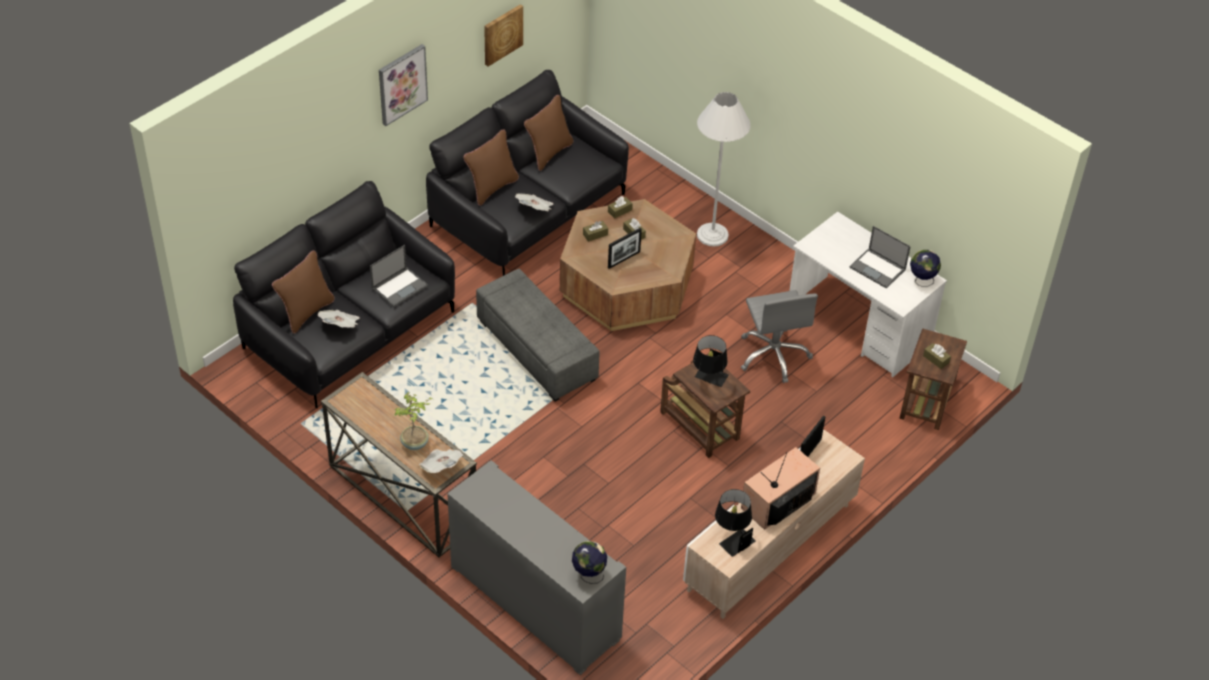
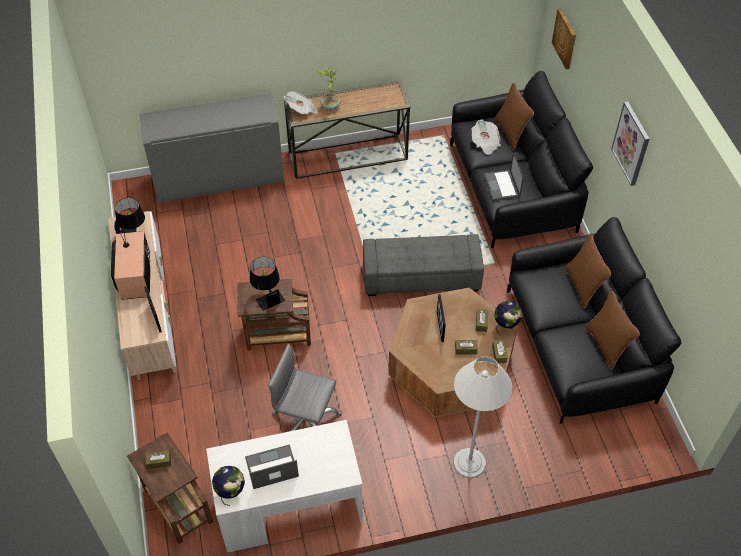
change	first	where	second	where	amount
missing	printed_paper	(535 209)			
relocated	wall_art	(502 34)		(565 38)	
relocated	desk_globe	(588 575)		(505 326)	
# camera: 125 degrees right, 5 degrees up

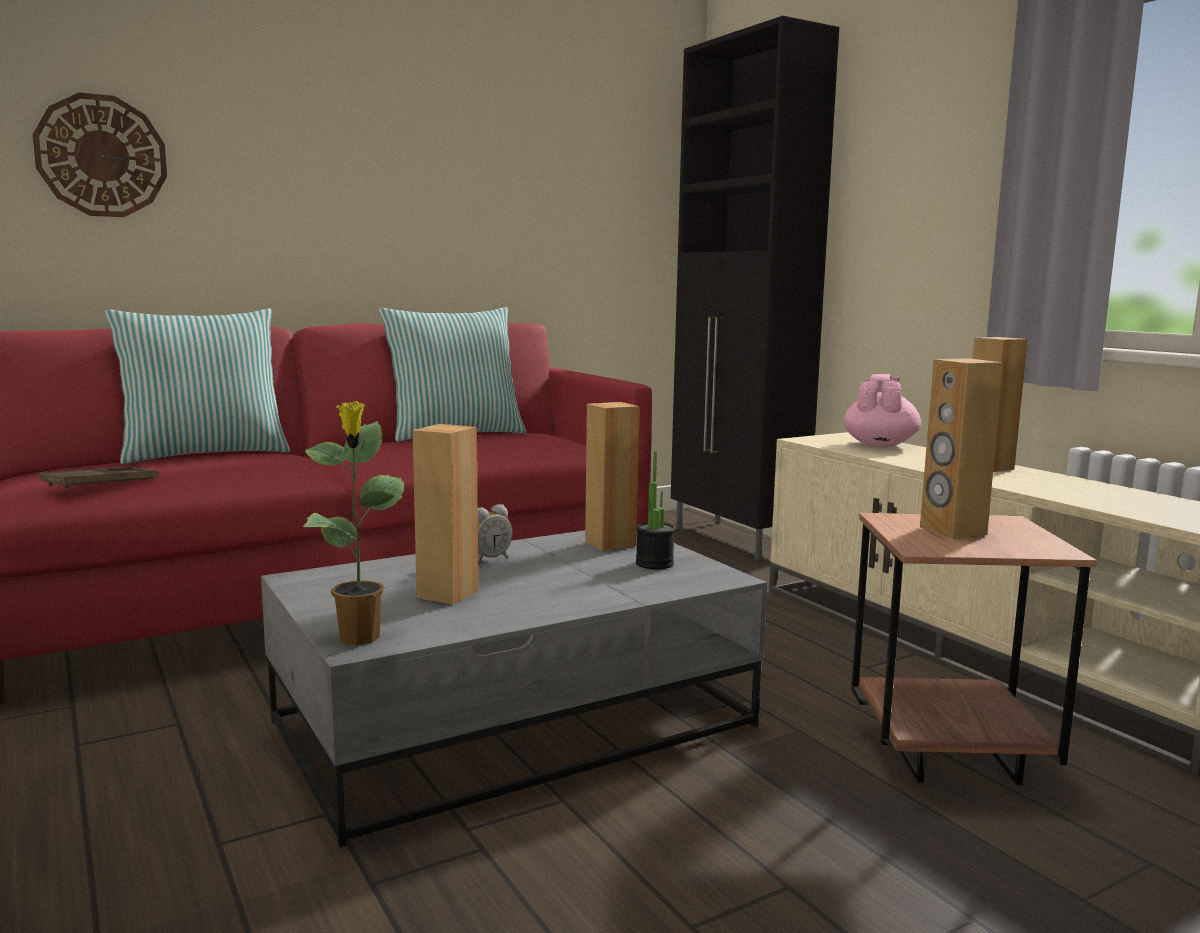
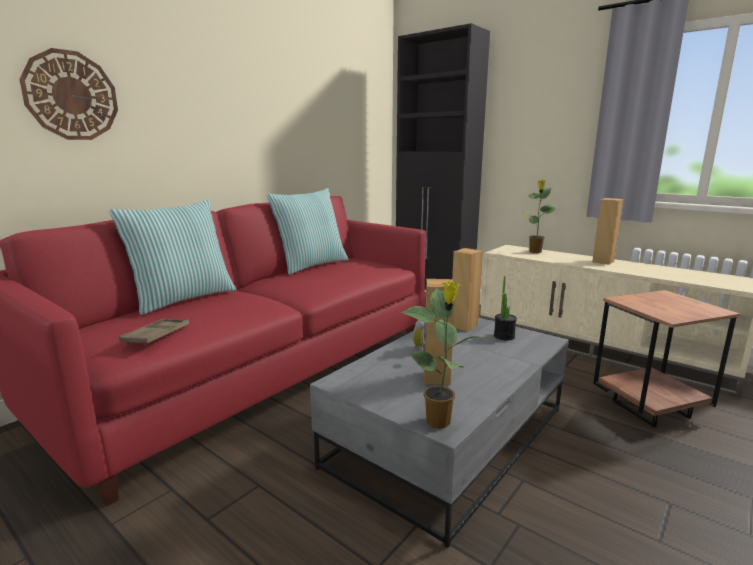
change	first	where	second	where	amount
missing	brown-coloured_speaker	(952 531)			
exchanged	pinkish_tea_pot	(880 445)	houseplant	(535 252)	
# camera: 20 degrees left, 5 degrees up

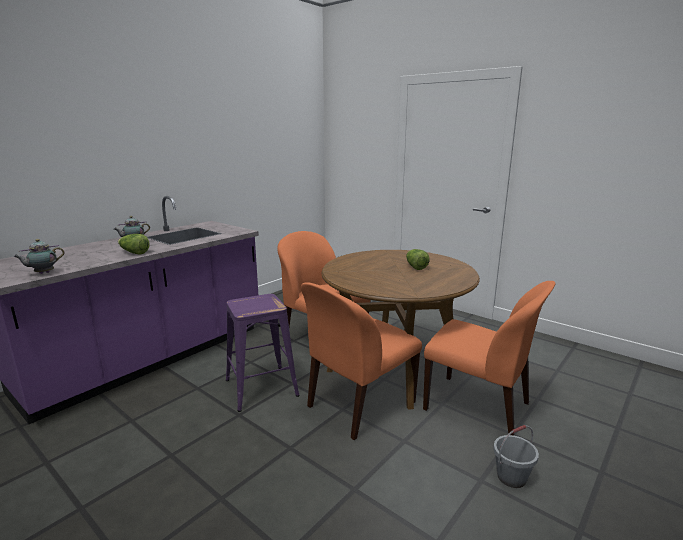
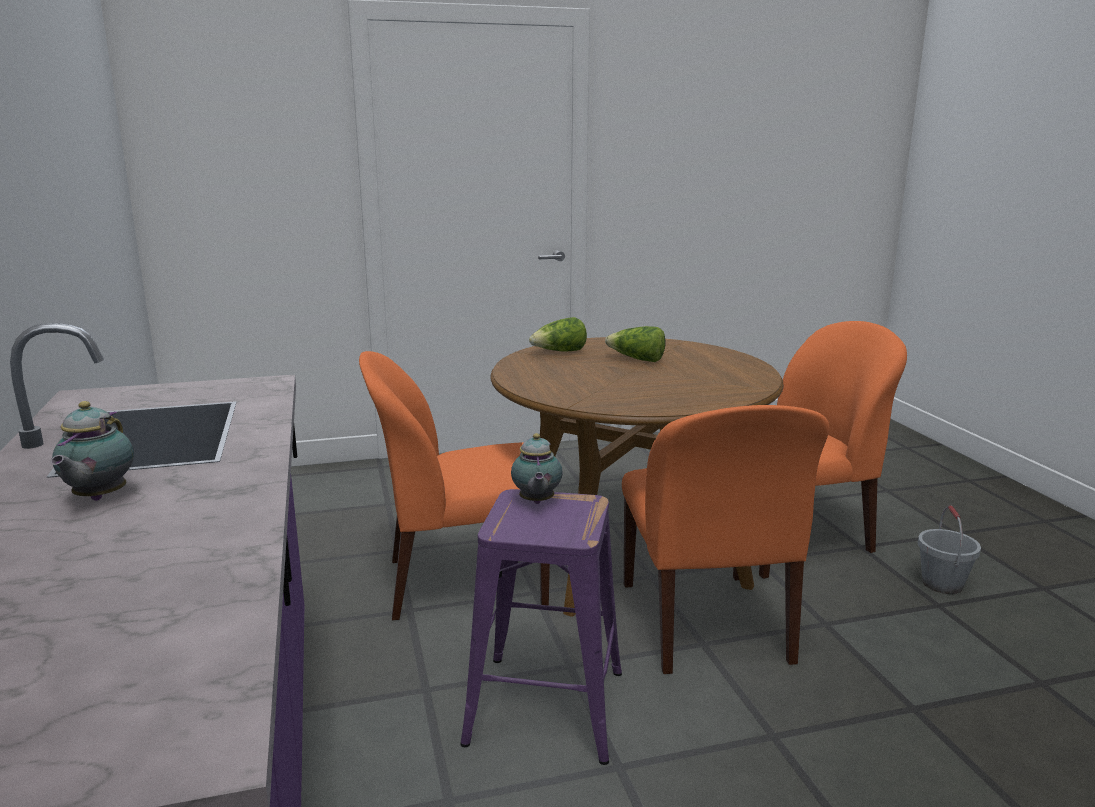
change	first	where	second	where	amount
relocated	tea_pot	(43 273)		(536 502)	
relocated	lettuce	(134 253)		(559 352)	
# camera: 55 degrees left, 0 degrees up

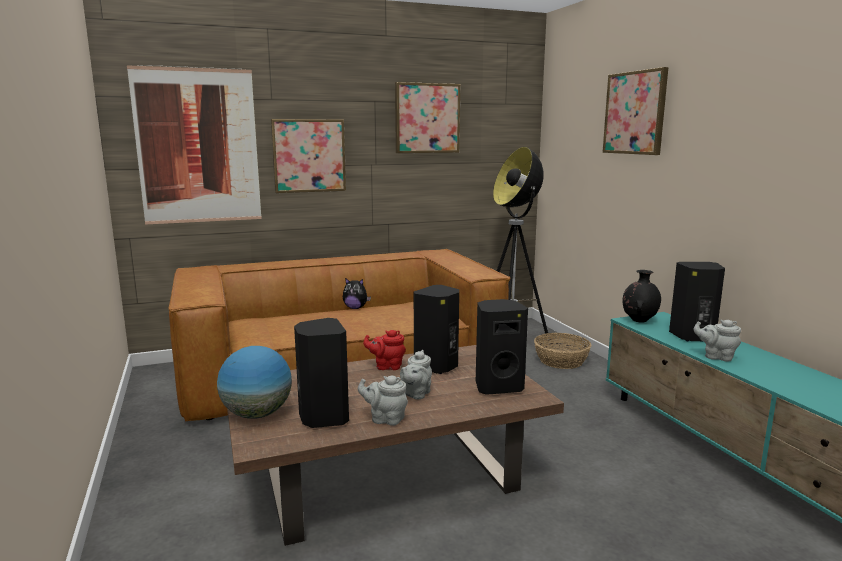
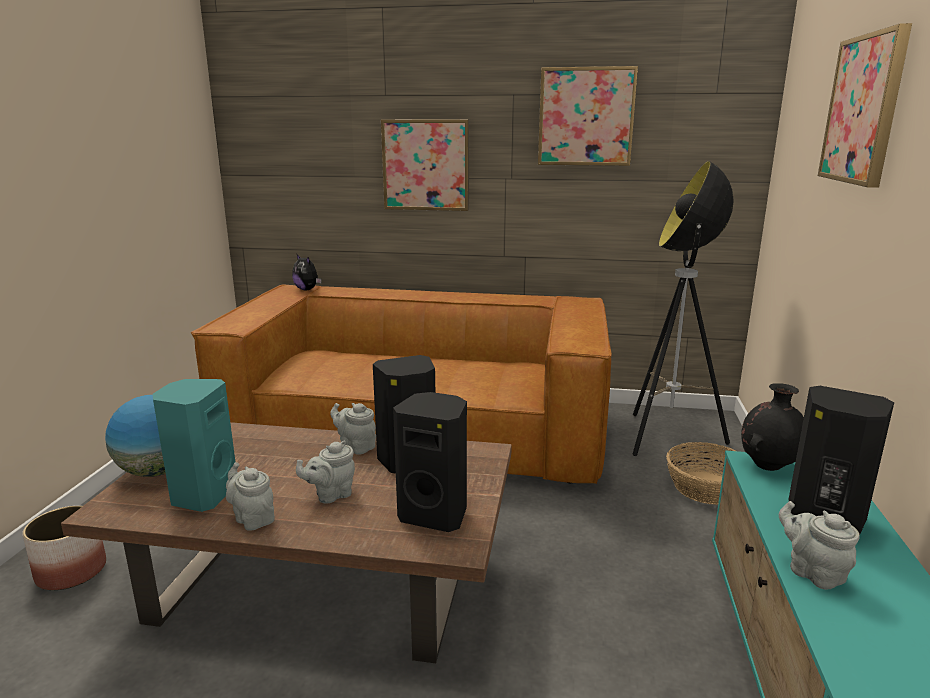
change	first	where	second	where	amount
missing	wall_art	(198 146)			
appeared			planter	(71 571)	
relocated	soft_toy	(355 308)		(307 289)	
colour	black-coloured_speaker	(323 417)	turquoise_speaker	(202 495)	
colour	reddish_tea_pot	(386 366)	grey_tea_pot	(355 447)	
# camera: 30 degrees right, 5 degrees up

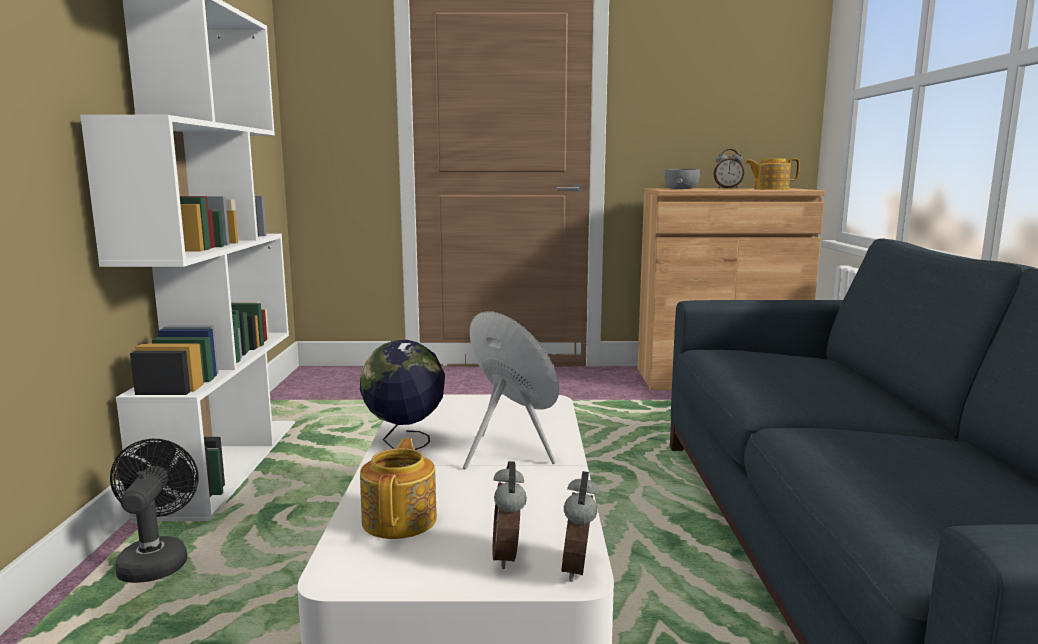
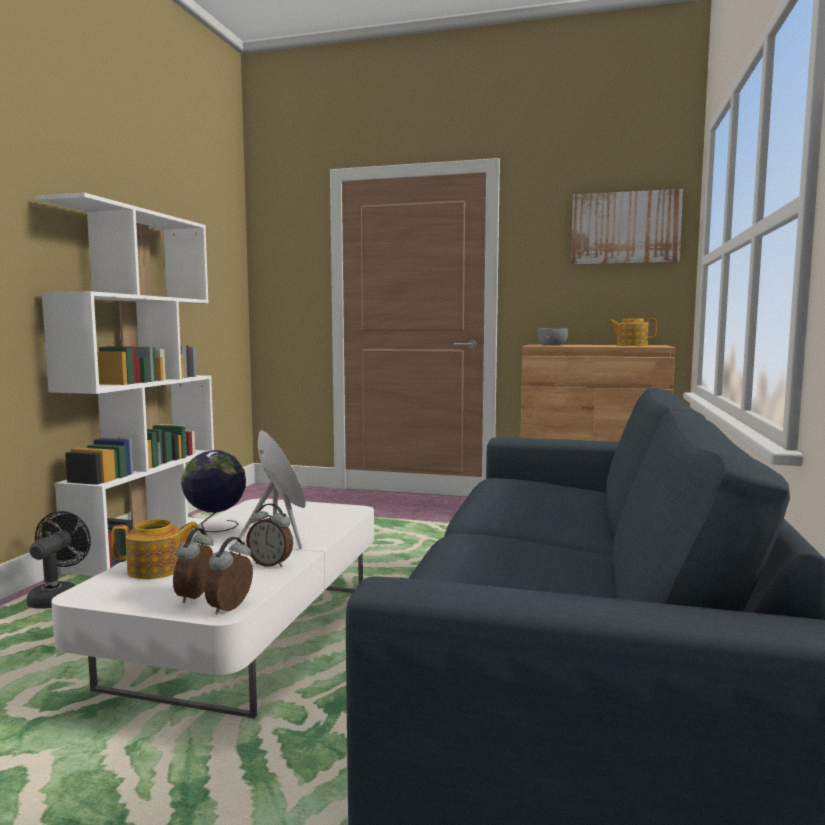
change	first	where	second	where	amount
appeared			wall_art	(625 228)	
relocated	alarm_clock	(727 188)		(271 564)	
spun	tea_pot	(401 519)		(156 570)	60 degrees clockwise
# camera: 15 degrees right, 5 degrees down

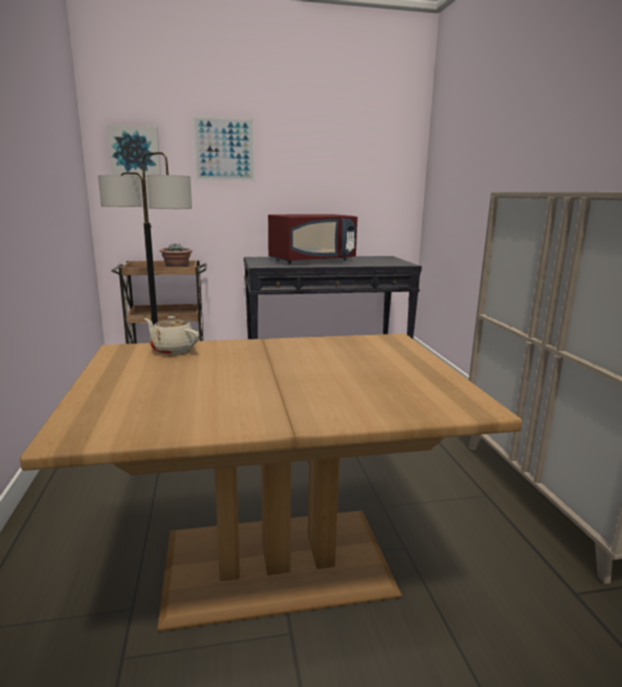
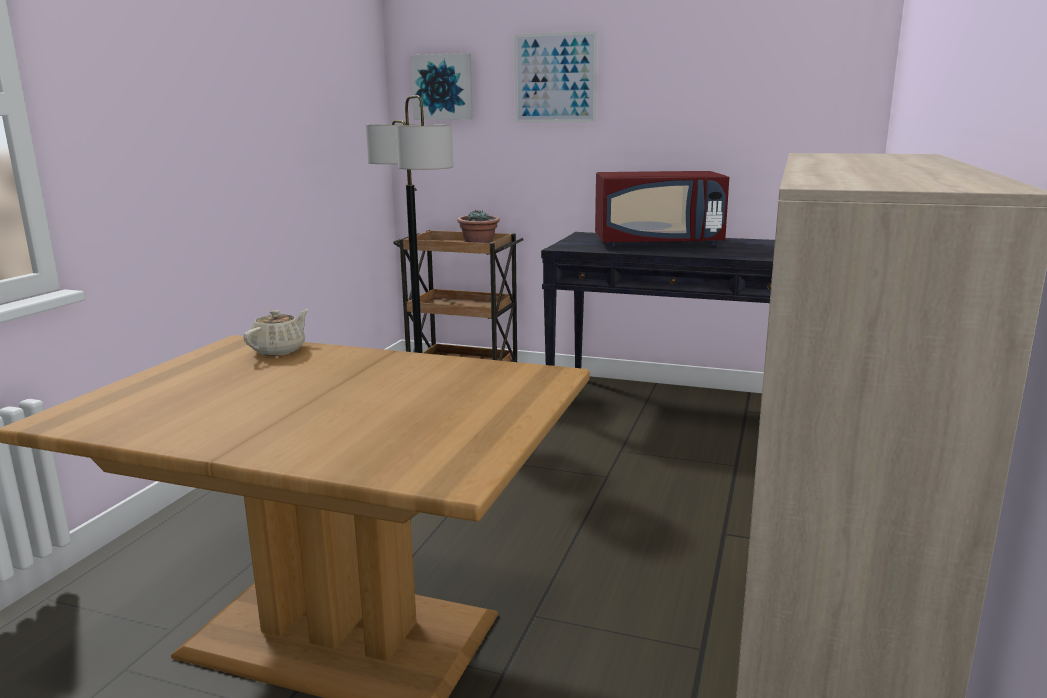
change	first	where	second	where	amount
spun	sand-coloured_tea_pot	(172 350)		(280 350)	60 degrees clockwise
# camera: 30 degrees right, 0 degrees up

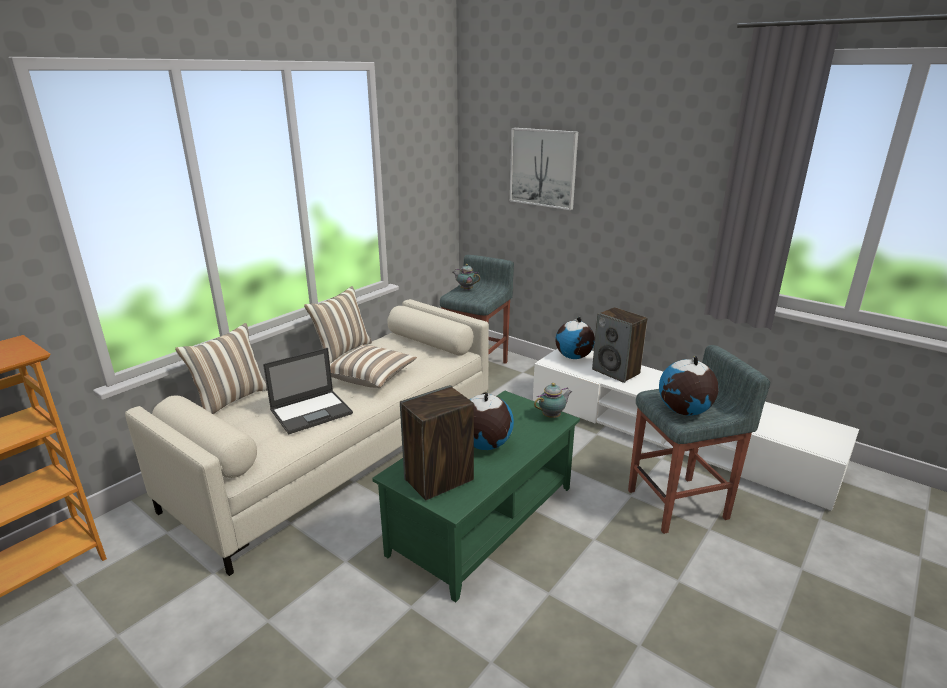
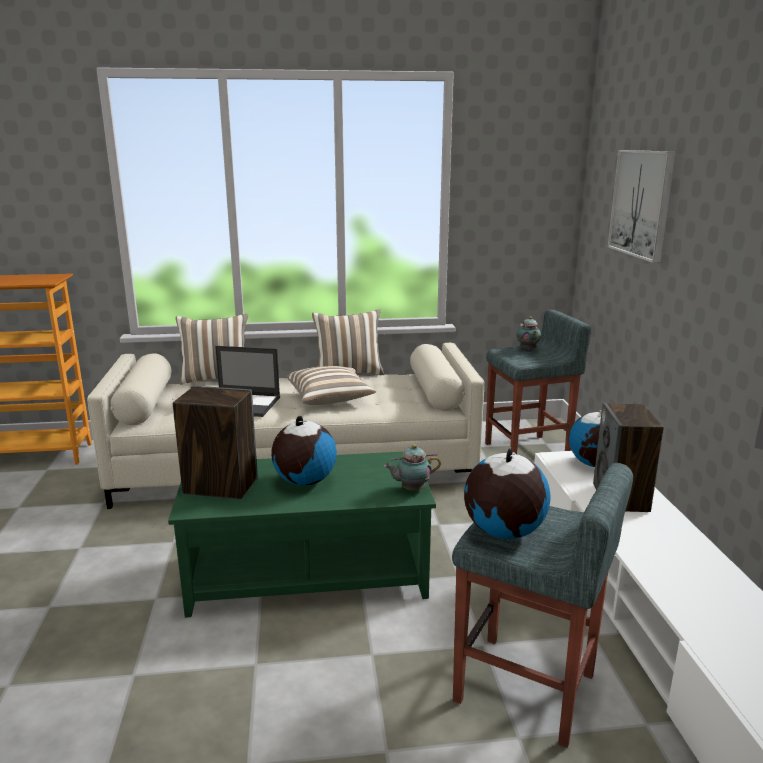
change	first	where	second	where	amount
spun	tea_pot	(552 416)		(411 489)	150 degrees clockwise
# camera: 45 degrees right, 5 degrees down

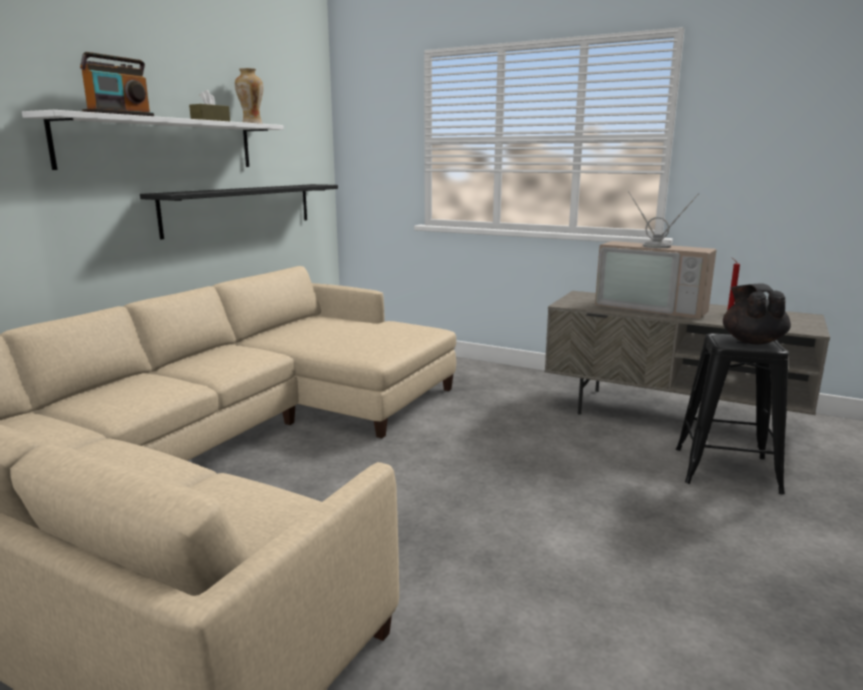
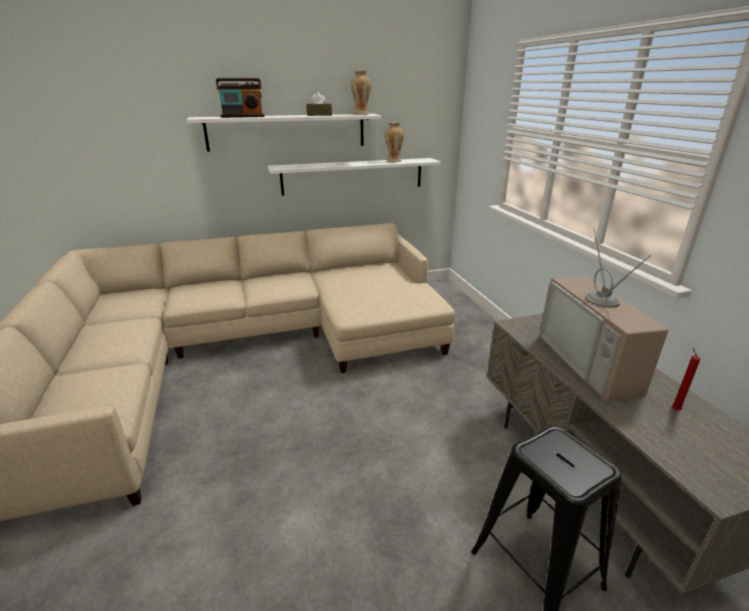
change	first	where	second	where	amount
missing	black-coloured_tea_pot	(752 341)			
appeared			vase	(393 161)	
colour	black-coloured_wall_shelf	(241 208)	whitish_wall_shelf	(353 176)	
# camera: 45 degrees right, 10 degrees up

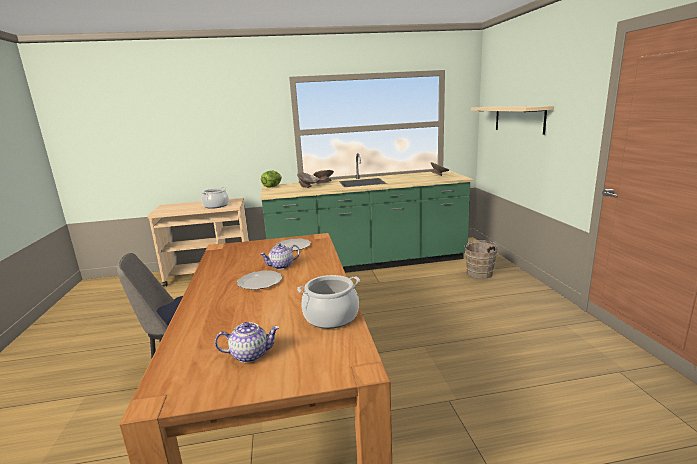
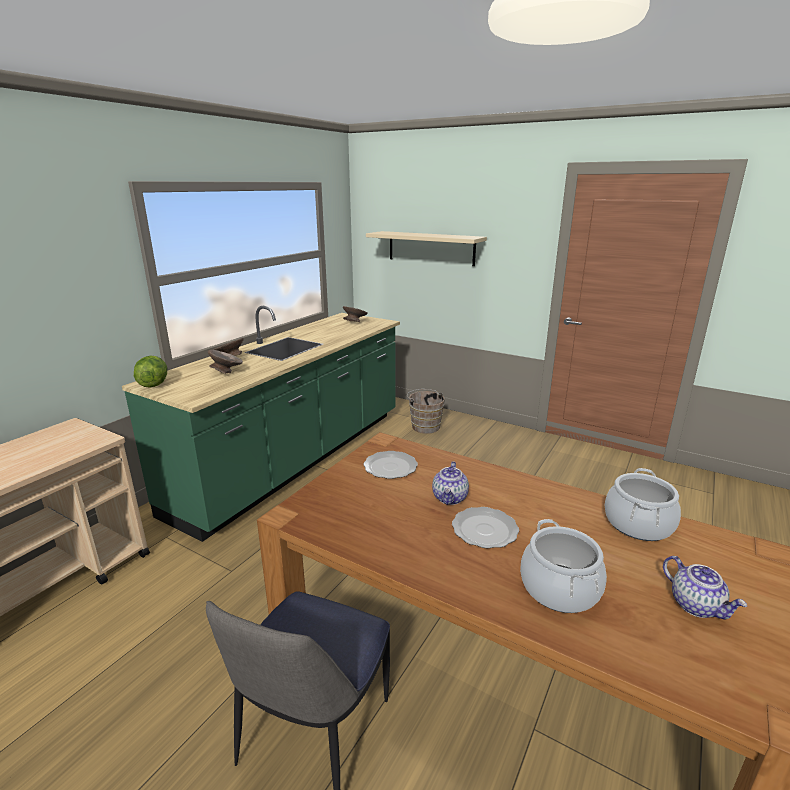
change	first	where	second	where	amount
relocated	saucepot	(216 206)		(560 588)	
spun	tea_pot	(250 355)		(696 605)	120 degrees clockwise
# camera: 50 degrees left, 5 degrees up

